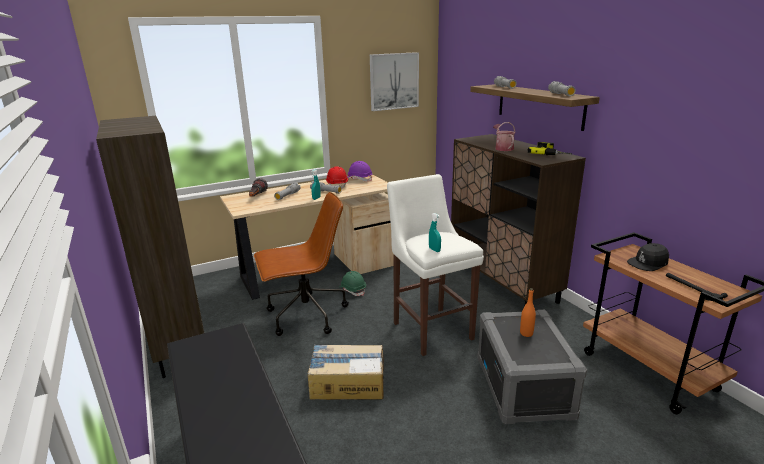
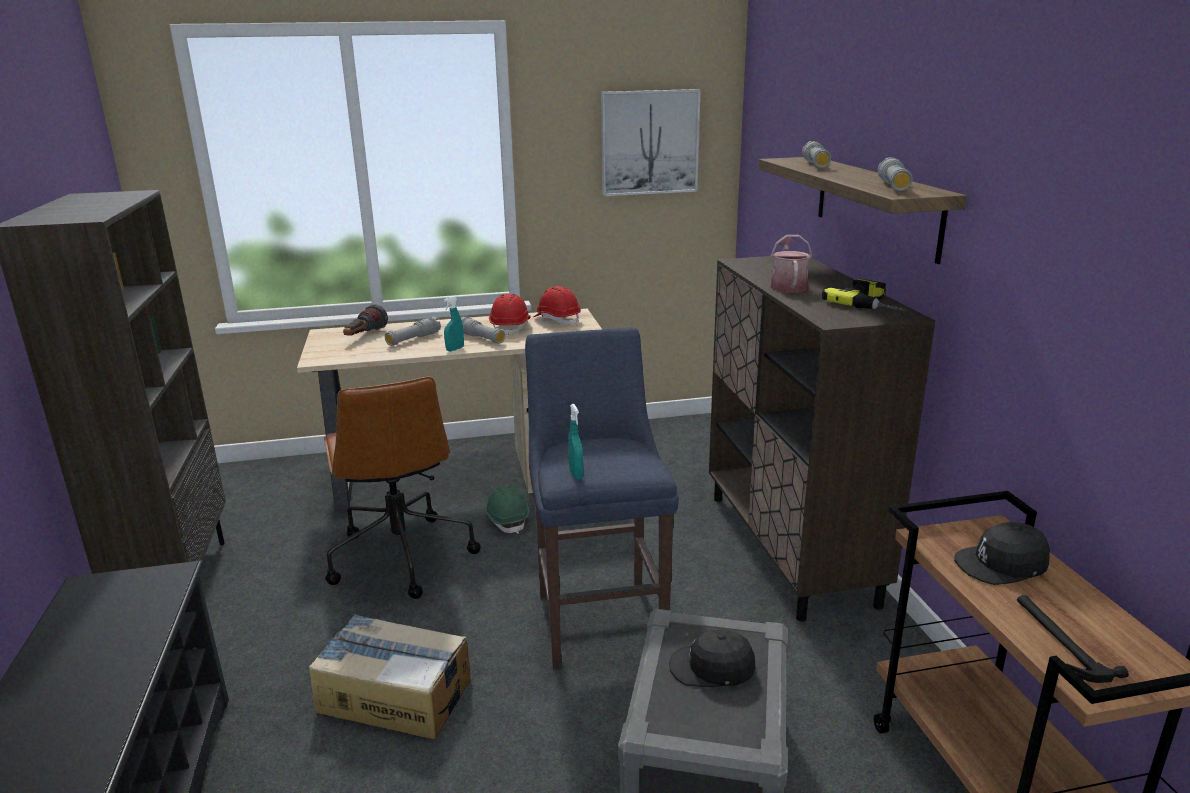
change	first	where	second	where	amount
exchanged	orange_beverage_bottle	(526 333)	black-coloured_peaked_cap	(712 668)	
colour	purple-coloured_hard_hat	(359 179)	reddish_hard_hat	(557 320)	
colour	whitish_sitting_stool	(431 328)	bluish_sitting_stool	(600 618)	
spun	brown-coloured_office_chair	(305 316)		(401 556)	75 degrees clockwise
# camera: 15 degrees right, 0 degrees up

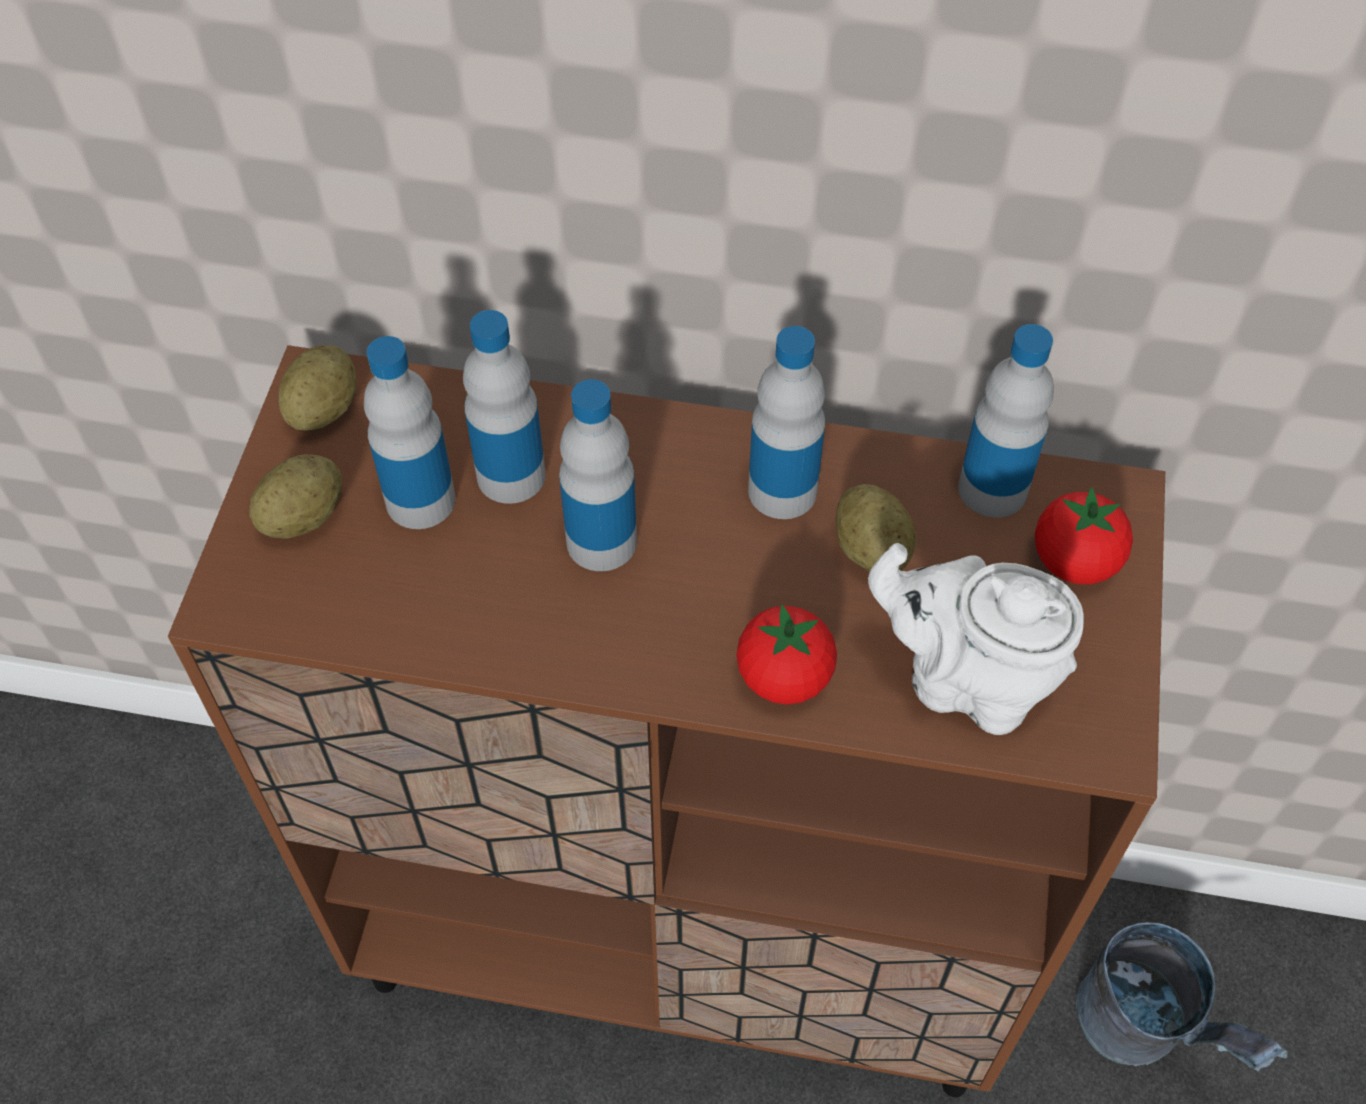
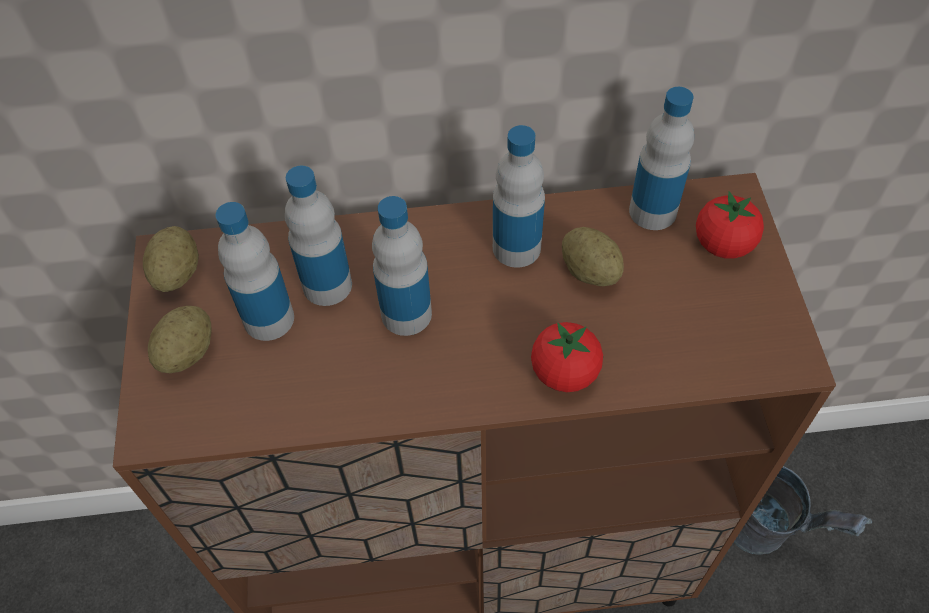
change	first	where	second	where	amount
missing	whitish_tea_pot	(966 680)			
# camera: 15 degrees left, 0 degrees up

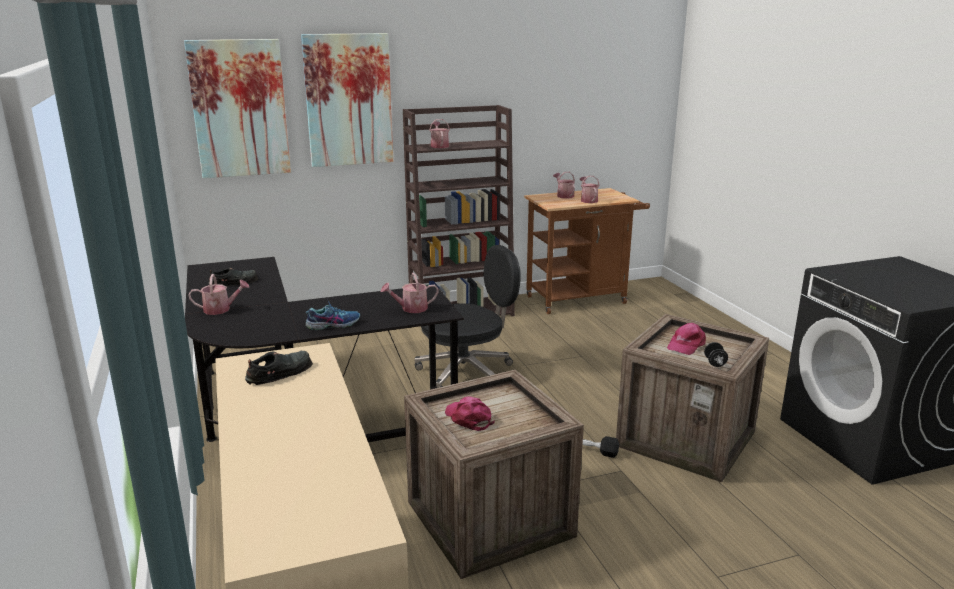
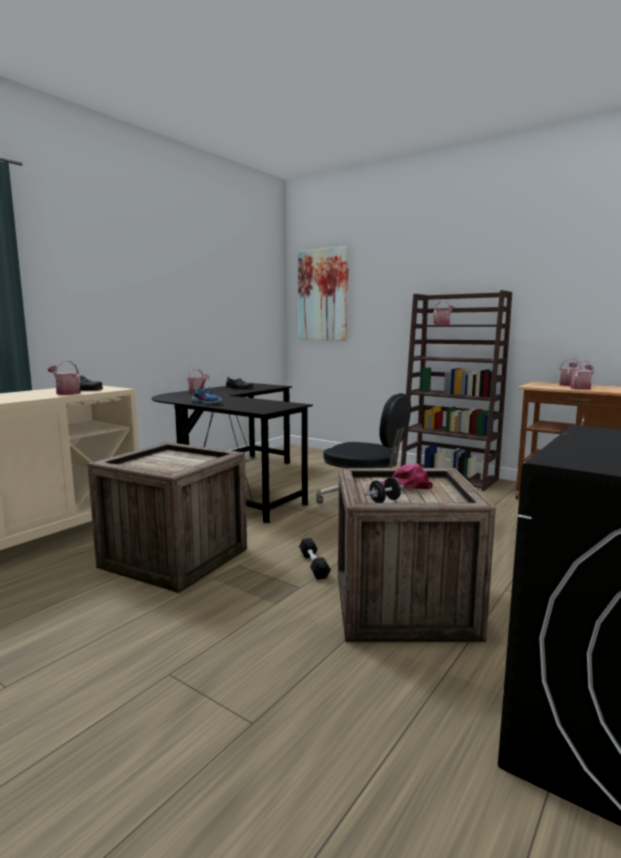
change	first	where	second	where	amount
missing	wall_art	(348 100)			
missing	pinkish_peaked_cap	(468 418)			
relocated	watering_can	(411 309)		(66 393)	
# camera: 55 degrees right, 10 degrees down

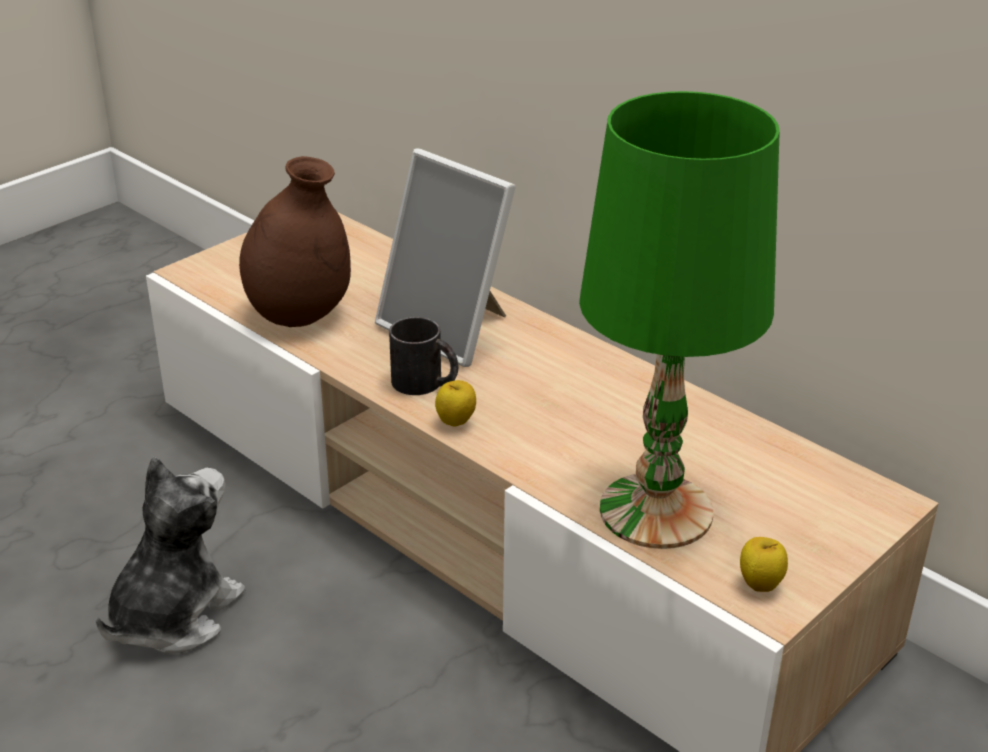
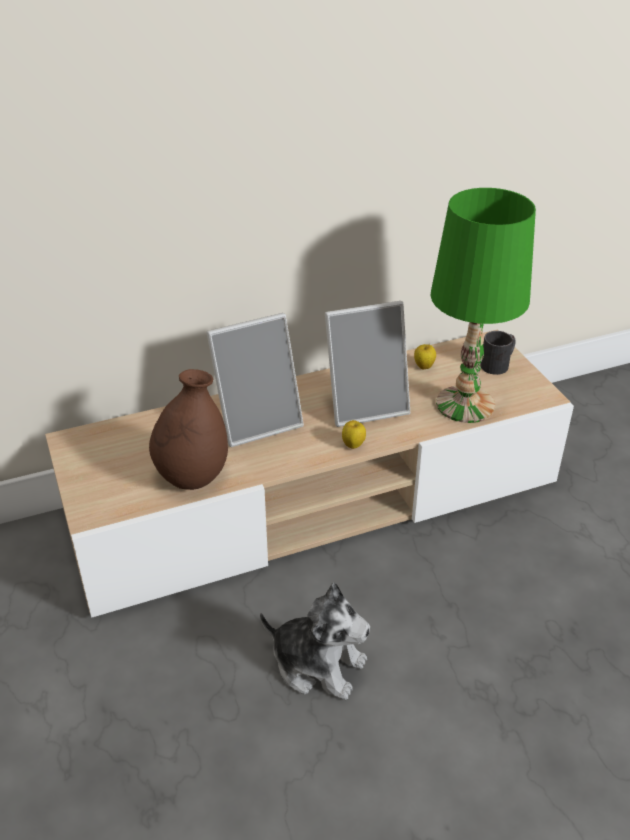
change	first	where	second	where	amount
appeared			standing_frame	(365 405)	
relocated	black-coloured_mug	(426 384)		(498 364)	
relocated	whole_apple	(760 585)		(424 367)	
spun	soft_toy	(173 615)		(318 664)	150 degrees clockwise
# camera: 65 degrees left, 5 degrees up

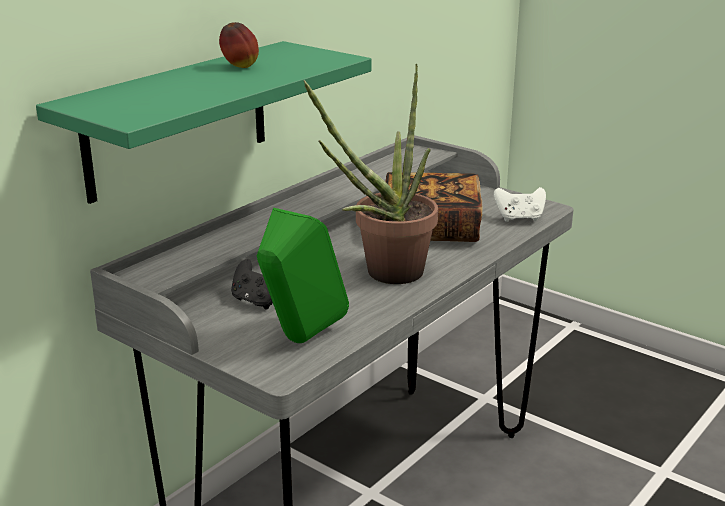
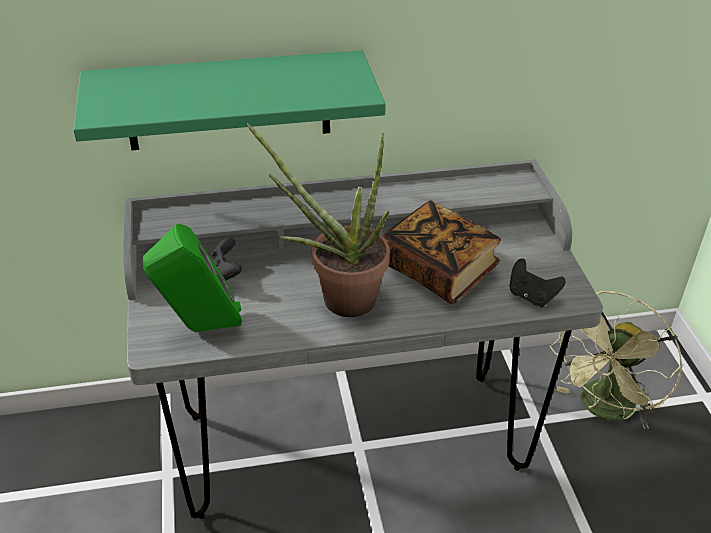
change	first	where	second	where	amount
missing	whole_apple	(239 67)			
appeared			green-coloured_cooling_fan	(603 410)	
colour	whitish_joypad	(519 218)	black-coloured_joypad	(531 296)	
# camera: 40 degrees right, 15 degrees up

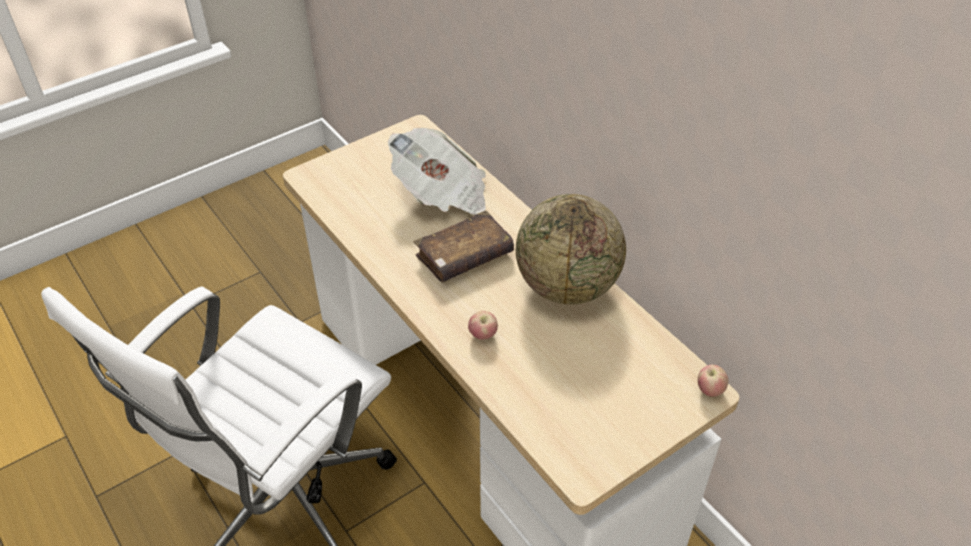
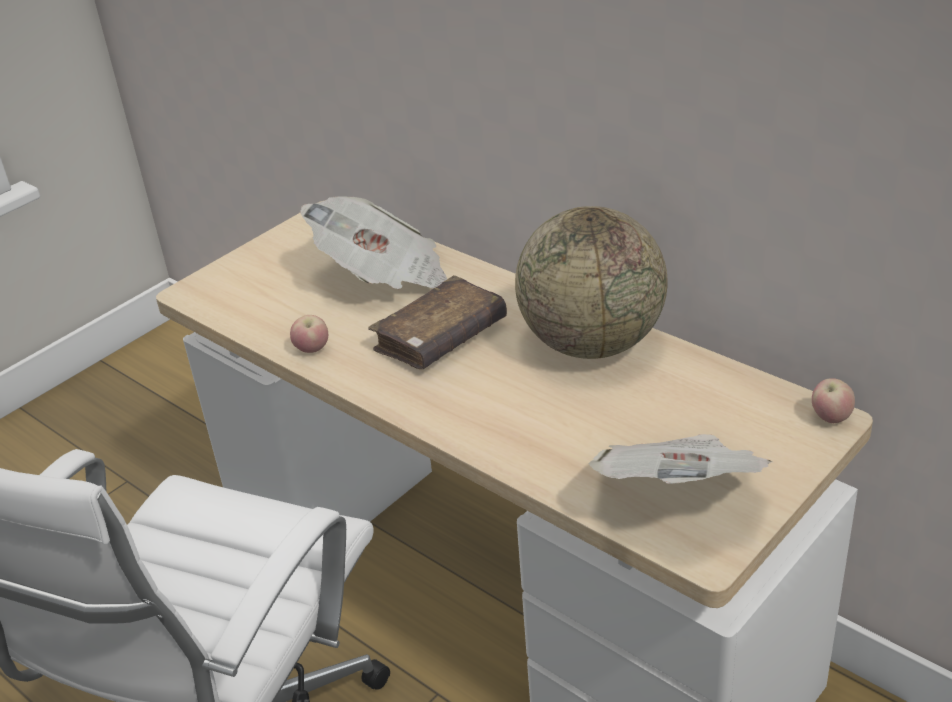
change	first	where	second	where	amount
appeared			printed_paper	(679 494)	
relocated	whole_apple	(483 335)		(312 350)	
# camera: 10 degrees left, 10 degrees down

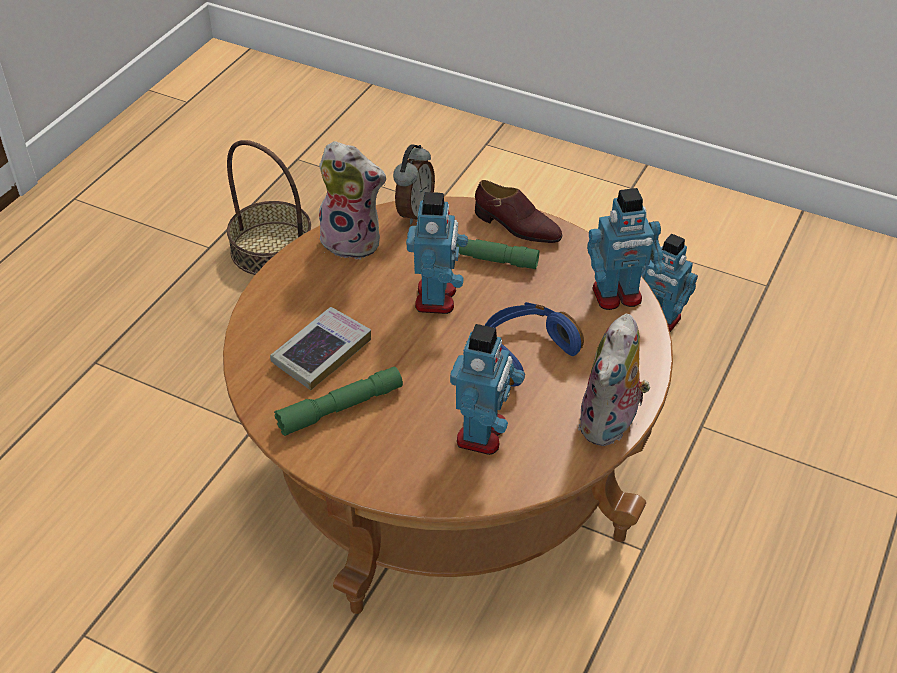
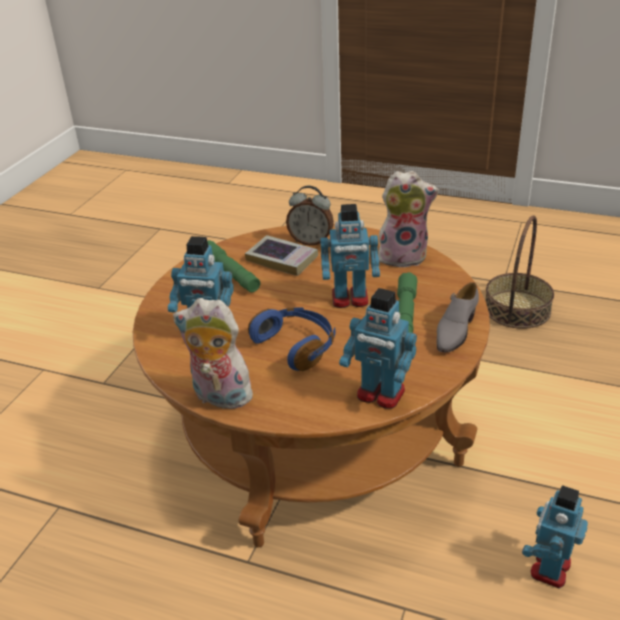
change	first	where	second	where	amount
relocated	alarm_clock	(414 212)		(311 241)	
colour	brown-coloured_low_shoe	(517 226)	grey_low_shoe	(455 330)	
spun	soft_toy	(354 241)		(403 256)	105 degrees counterclockwise
spun	model_robot	(617 296)		(380 394)	45 degrees counterclockwise
# camera: 85 degrees right, 10 degrees down

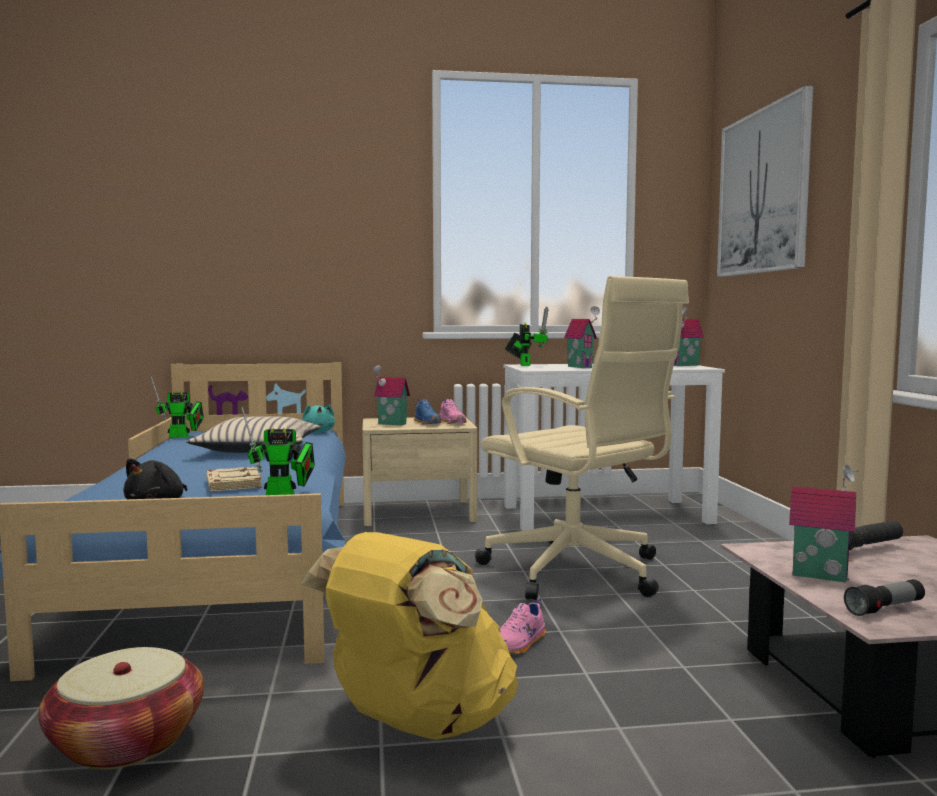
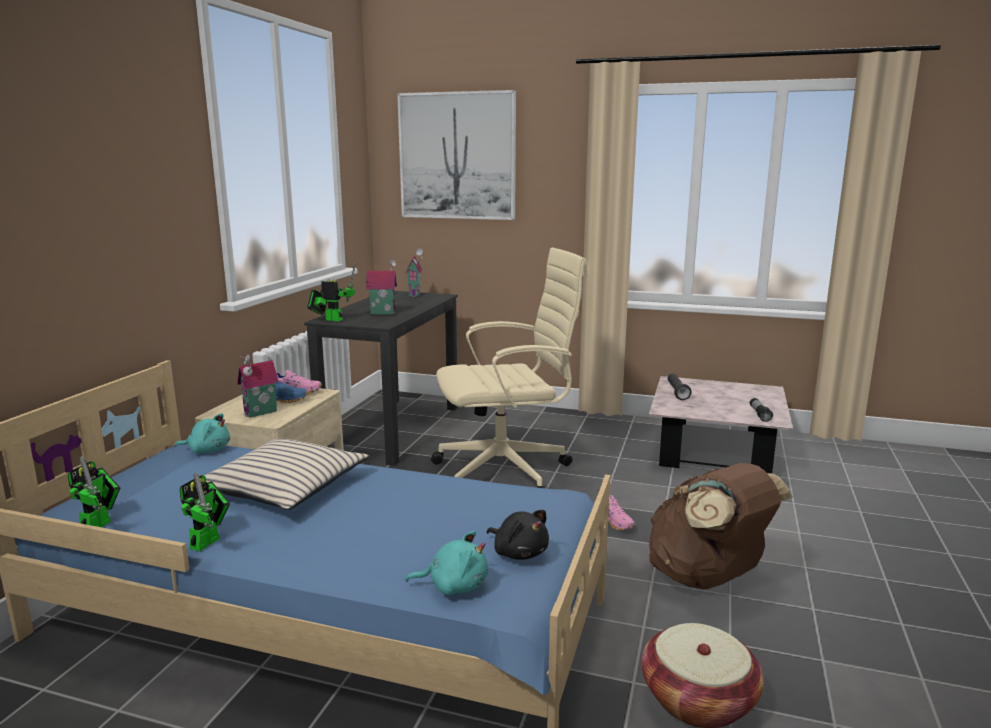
change	first	where	second	where	amount
missing	sand-coloured_book	(232 485)			
missing	miniature_house	(819 574)			
appeared			turquoise_soft_toy	(454 585)	
relocated	model_robot	(285 494)		(208 541)	
colour	yellowish_backpack	(416 723)	brown-coloured_backpack	(708 578)	
colour	whitish_desk_table	(606 514)	black-coloured_desk_table	(393 429)	
# camera: 65 degrees left, 10 degrees up

